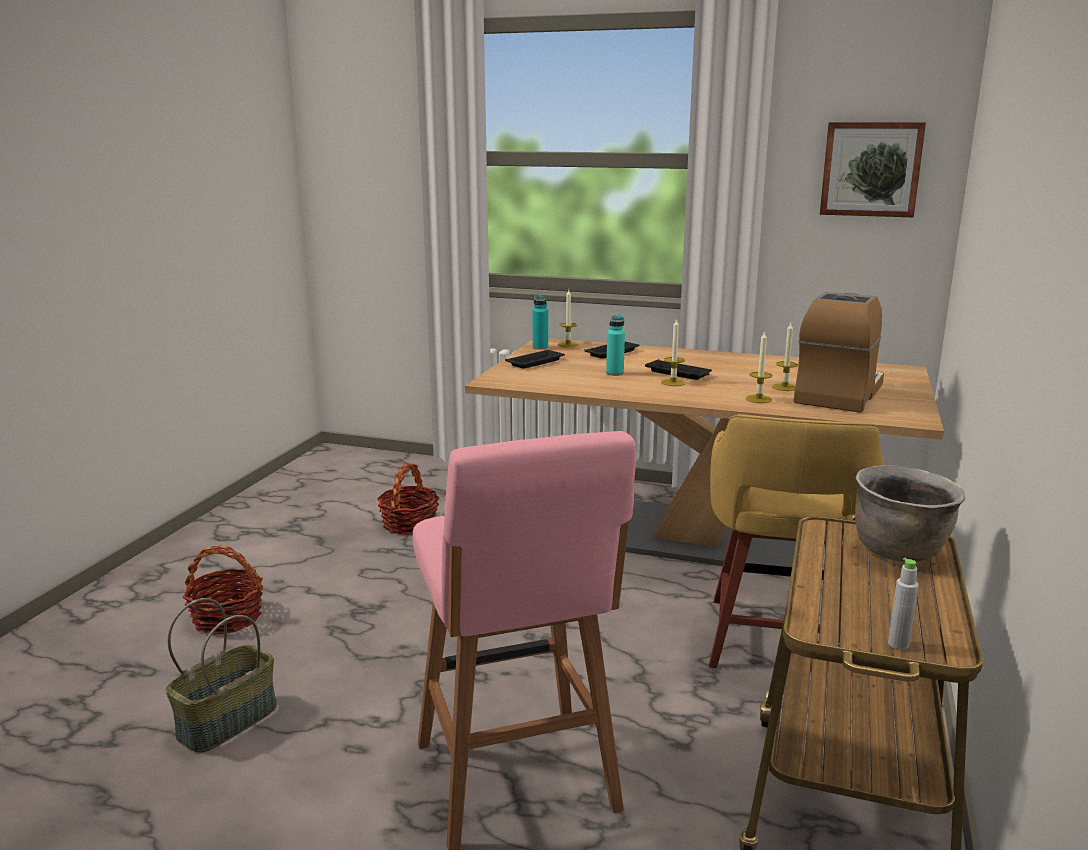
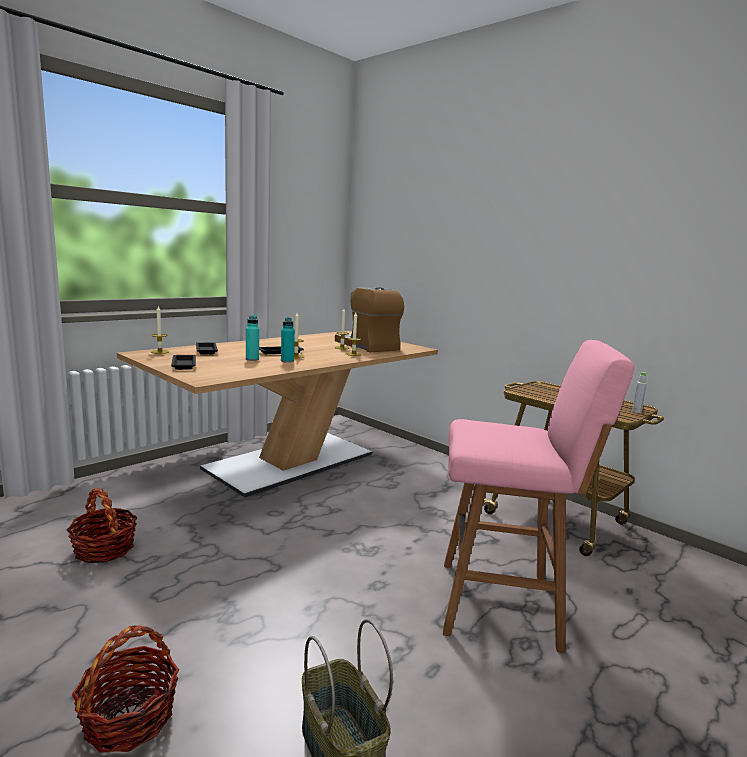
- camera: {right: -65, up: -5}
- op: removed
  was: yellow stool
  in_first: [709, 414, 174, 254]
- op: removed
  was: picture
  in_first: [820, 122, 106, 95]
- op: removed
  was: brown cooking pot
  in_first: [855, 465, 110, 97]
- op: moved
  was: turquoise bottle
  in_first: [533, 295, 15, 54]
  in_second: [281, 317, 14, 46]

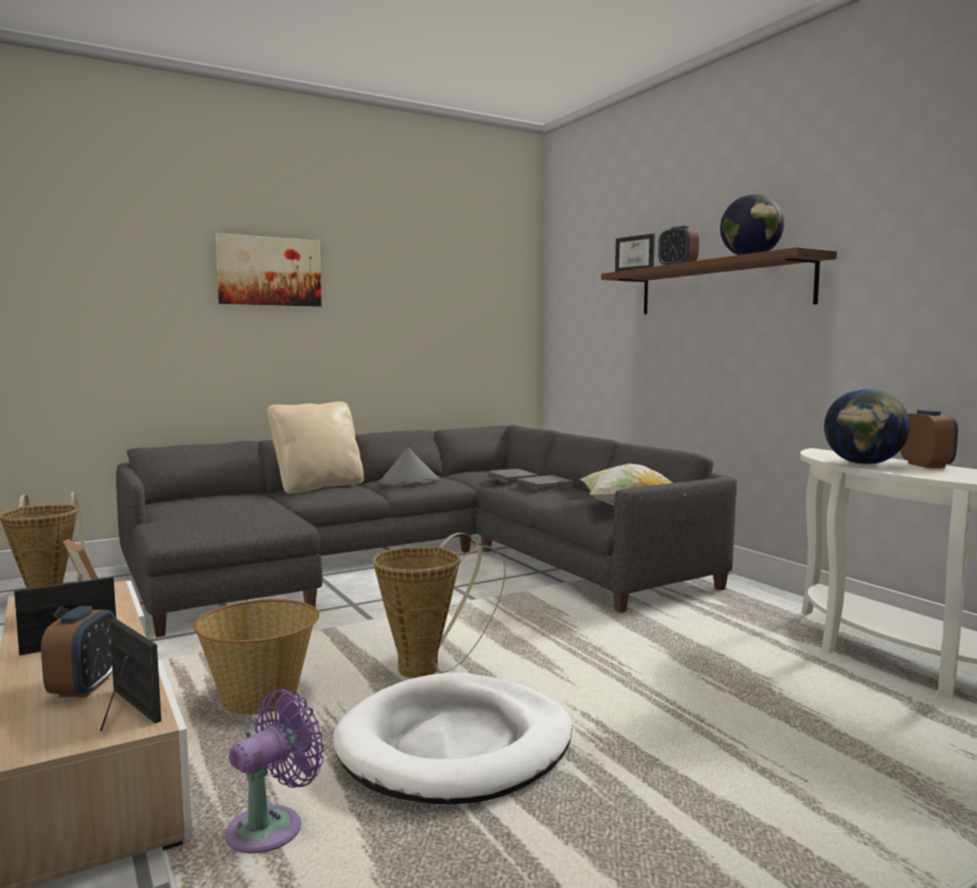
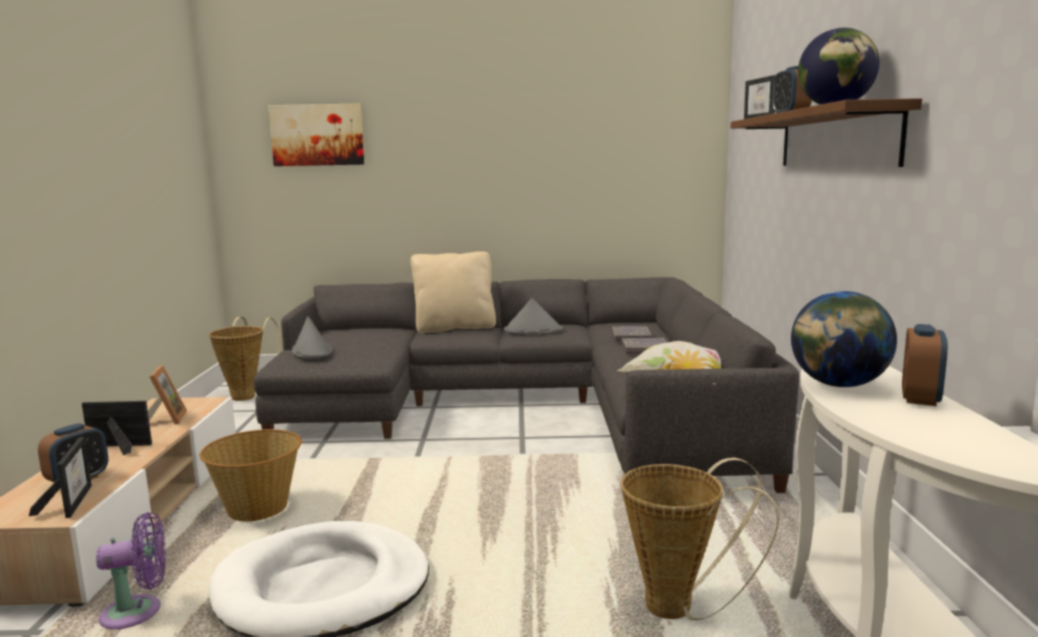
- camera: {right: 30, up: 5}
- op: added
  now: grey hat
  in_second: [291, 316, 41, 42]
- op: moved
  was: picture
  in_first: [216, 233, 105, 74]
  in_second: [268, 103, 96, 63]
- op: moved
  was: basket
  in_first: [373, 533, 133, 145]
  in_second: [621, 458, 159, 162]

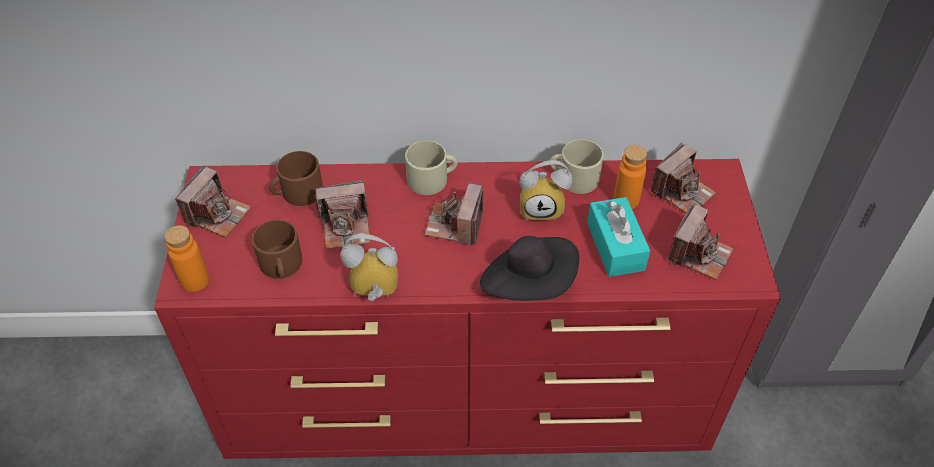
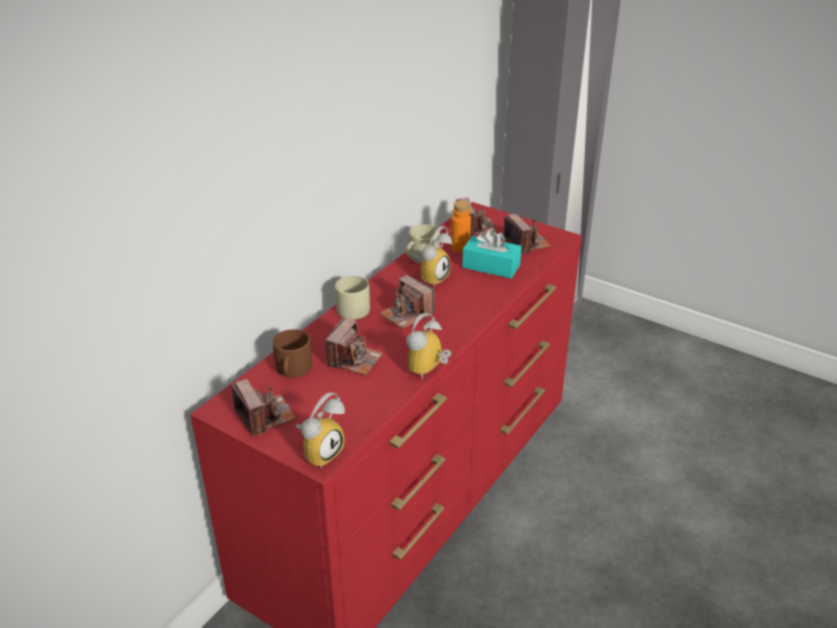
- camera: {right: -55, up: -15}
- op: removed
  was: brown mug
  in_first: [252, 220, 50, 59]
- op: removed
  was: black hat
  in_first: [480, 236, 99, 65]
- op: replaced
  was: orange bottle
  now: alarm clock
  in_first: [165, 225, 44, 67]
  in_second: [296, 392, 49, 76]

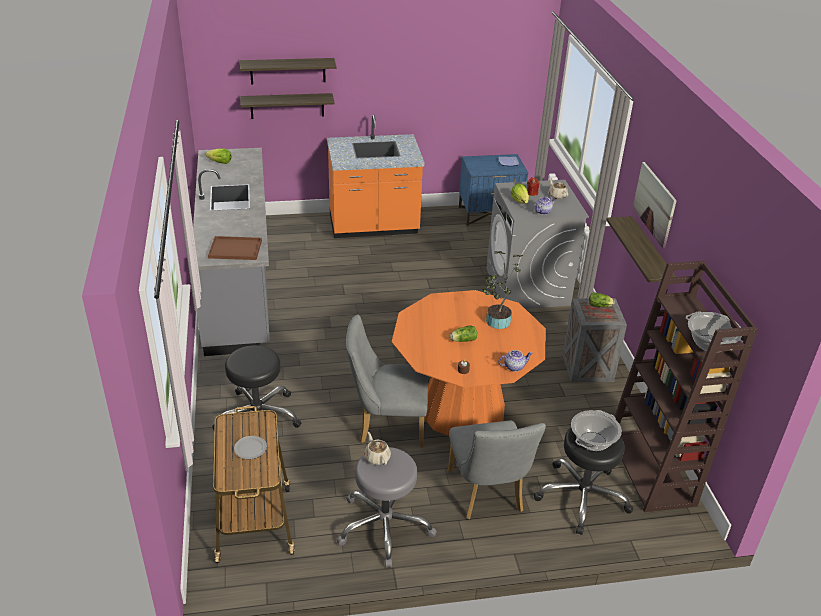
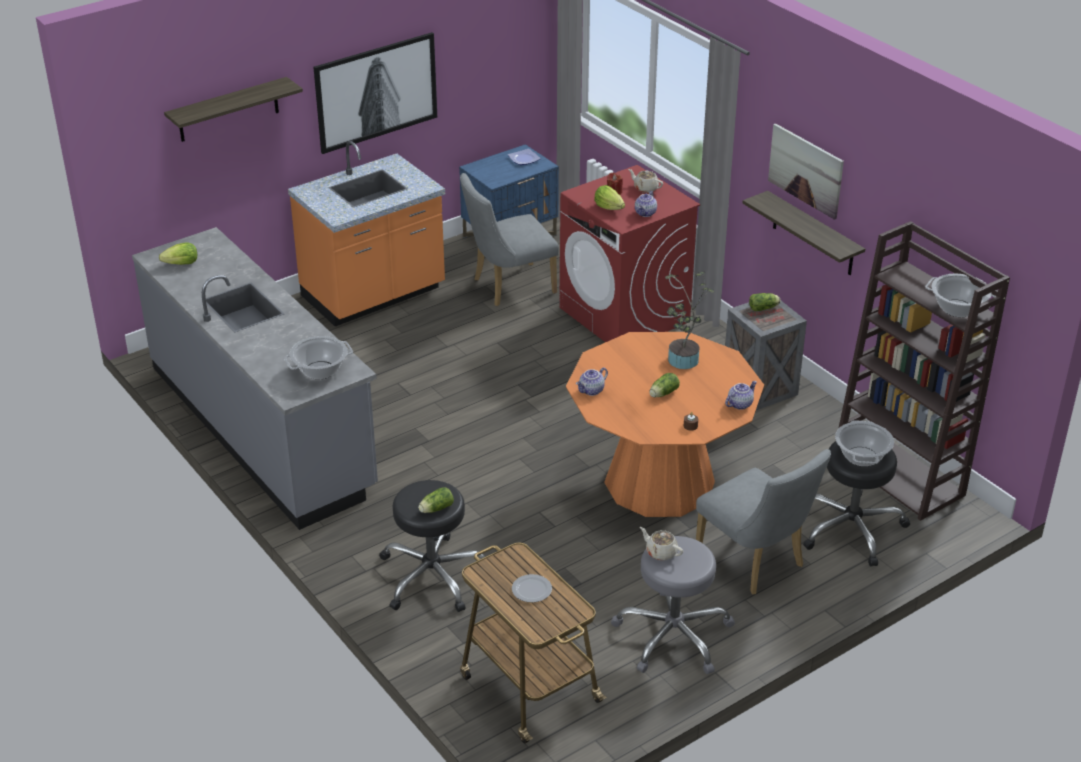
- camera: {right: -25, up: 0}
- op: removed
  was: shelf
  in_first: [240, 93, 95, 26]
- op: added
  now: picture
  in_second: [313, 32, 124, 122]
- op: added
  now: lettuce
  in_second: [418, 487, 36, 26]
- op: added
  now: teapot
  in_second: [576, 367, 32, 29]
- op: moved
  was: grey chair
  in_first: [346, 314, 82, 133]
  in_second: [460, 173, 99, 133]
- op: replaced
  was: brown tray
  now: cooking pot
  in_first: [208, 236, 54, 24]
  in_second: [284, 336, 69, 43]
- op: recoloured
  was: grey washing machine
  now: red washing machine
  in_first: [486, 180, 103, 129]
  in_second: [559, 165, 141, 177]

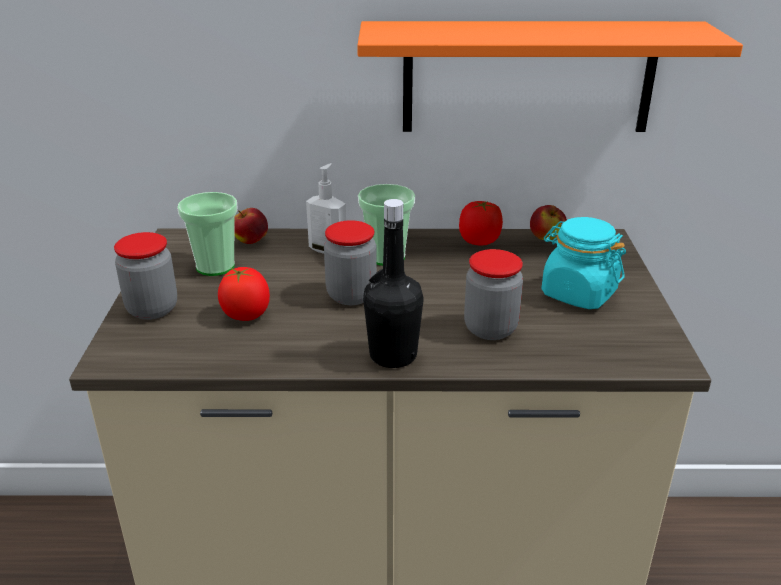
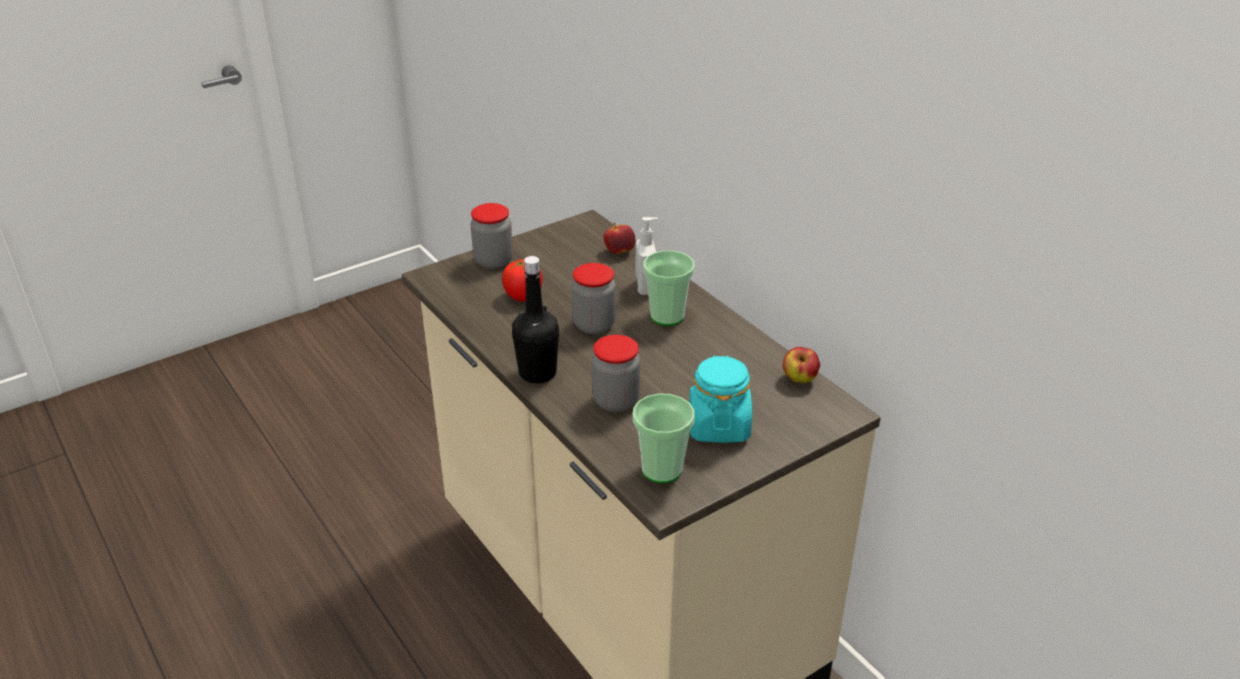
- camera: {right: 55, up: 5}
- op: removed
  was: orange shelf
  in_first: [357, 21, 386, 111]
- op: removed
  was: tomato
  in_first: [459, 201, 44, 44]
- op: moved
  was: cup
  in_first: [177, 192, 60, 84]
  in_second: [633, 394, 62, 89]

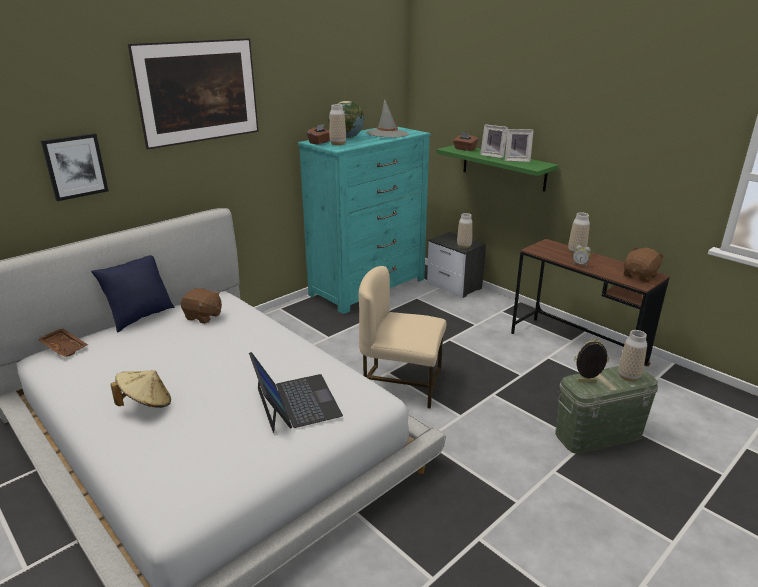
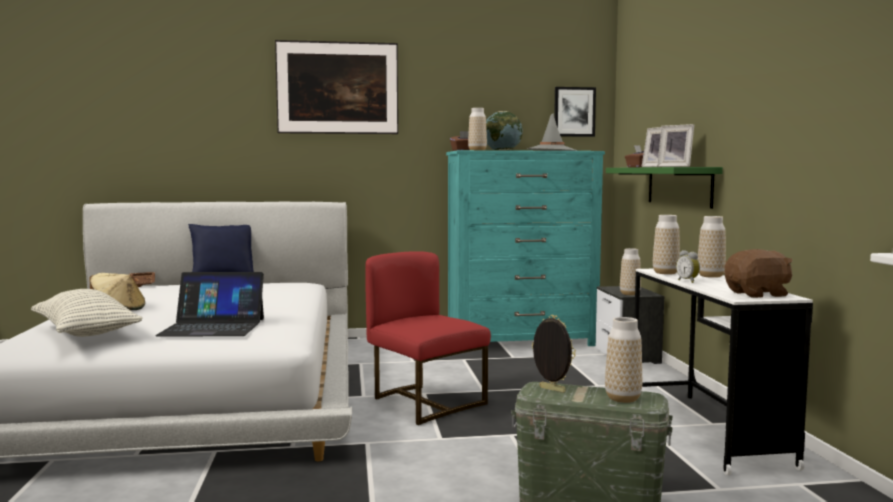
- camera: {right: 35, up: -20}
- op: removed
  was: brown plush toy
  in_first: [181, 288, 41, 36]
- op: added
  now: pillow
  in_second: [31, 289, 112, 48]
- op: added
  now: vase
  in_second: [653, 215, 27, 60]
- op: moved
  was: picture
  in_first: [41, 133, 67, 68]
  in_second: [554, 87, 42, 50]
- op: recoloured
  was: beige chair
  now: red chair
  in_first: [358, 266, 88, 143]
  in_second: [365, 251, 126, 174]
- op: recoloured
  was: brown desk
  now: white desk
  in_first: [511, 239, 159, 127]
  in_second: [634, 269, 179, 206]
- op: turned
  was: laptop
  in_first: [249, 352, 94, 81]
  in_second: [155, 272, 109, 65]
  clockwise: 75

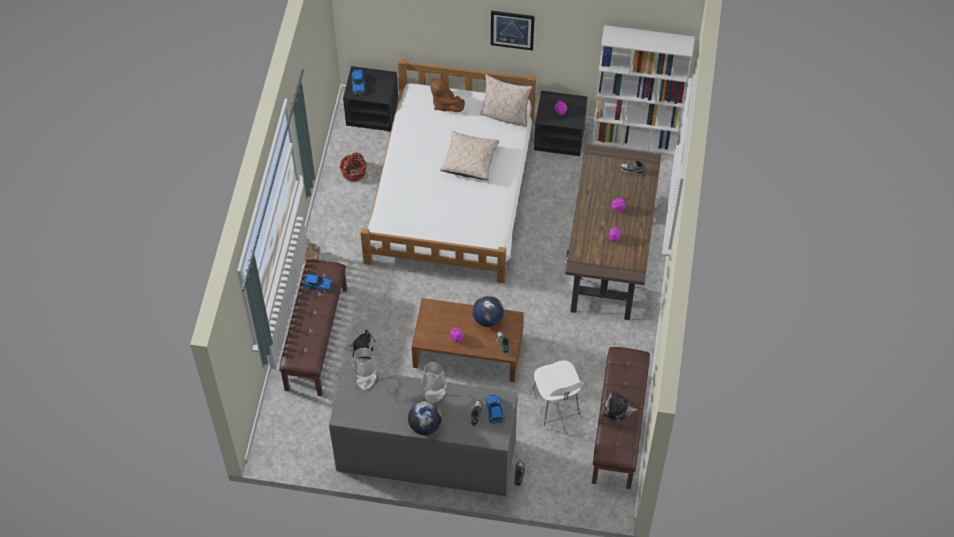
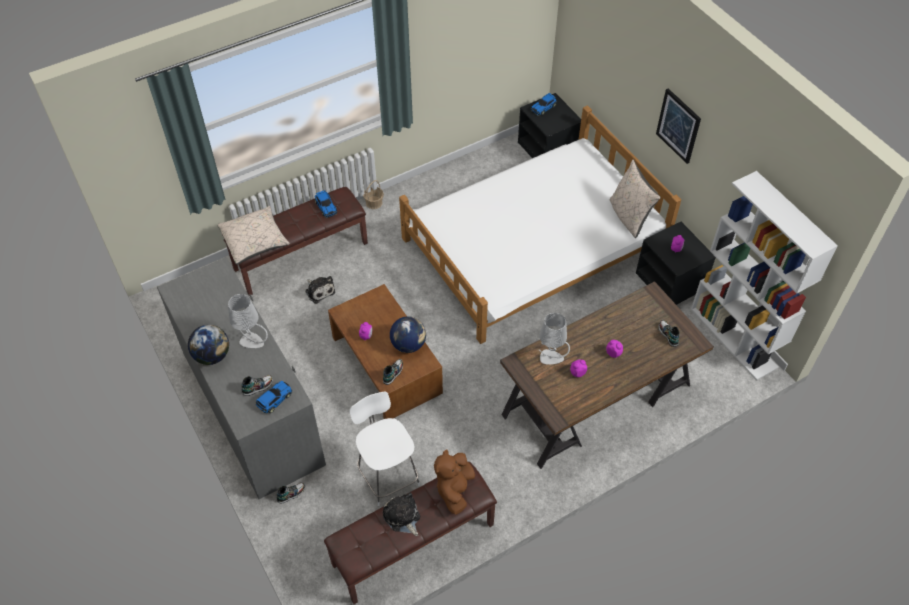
- camera: {right: 50, up: -5}
- op: removed
  was: basket
  in_first: [340, 153, 27, 29]
- op: moved
  was: grey table lamp
  in_first: [353, 348, 24, 42]
  in_second: [539, 313, 31, 52]
- op: moved
  was: brown plush toy
  in_first: [430, 77, 35, 35]
  in_second: [434, 449, 41, 65]
- op: moved
  was: beige pillow
  in_first: [440, 131, 59, 49]
  in_second: [218, 206, 72, 59]
- op: turned
  was: white chair
  in_first: [530, 360, 54, 69]
  in_second: [349, 392, 71, 114]
  clockwise: 120

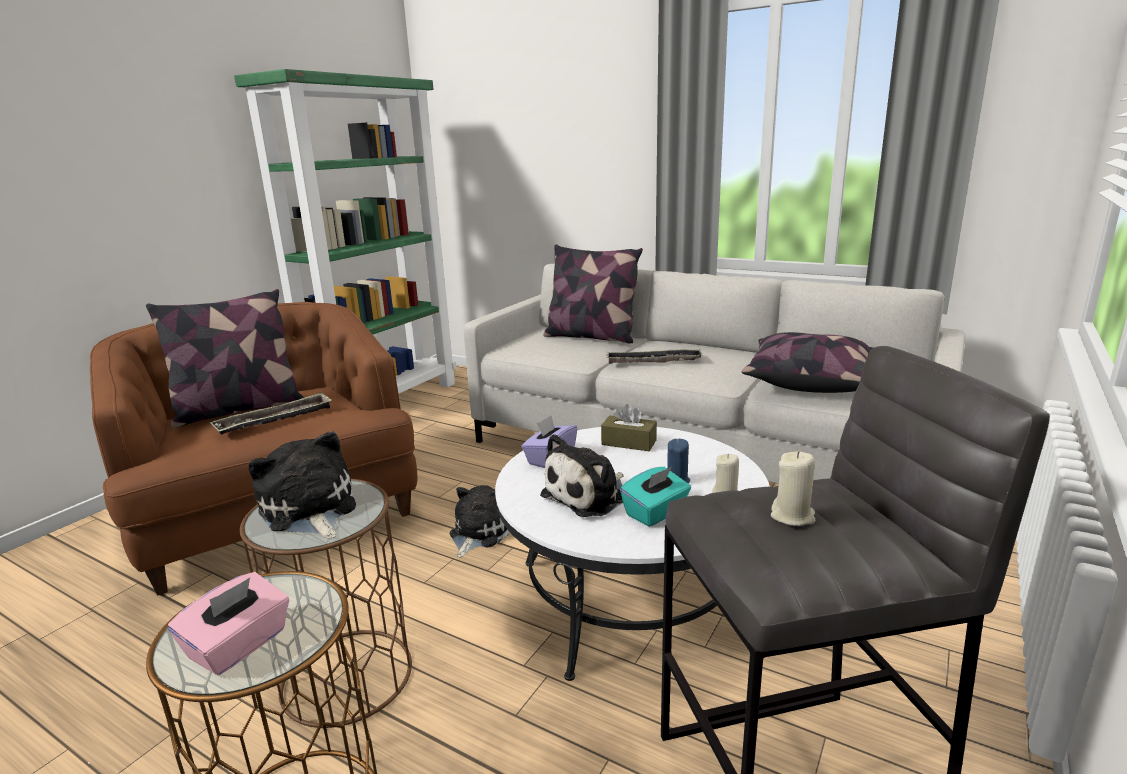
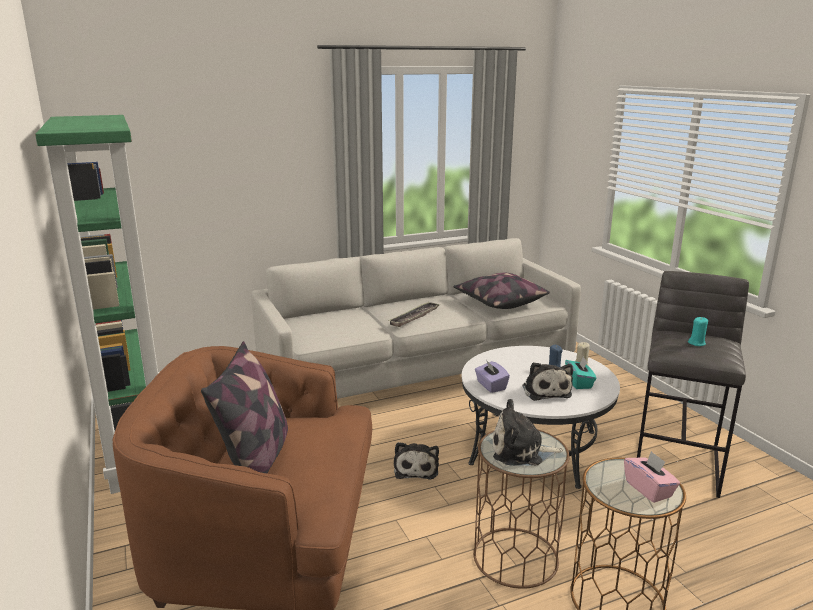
- camera: {right: -55, up: 0}
- op: removed
  was: tray
  in_first: [210, 392, 123, 43]
- op: removed
  was: pillow
  in_first: [543, 244, 100, 100]
- op: removed
  was: brown tissue box
  in_first: [601, 404, 56, 47]
- op: recoloured
  was: beige candle
  now: turquoise candle
  in_first: [771, 451, 45, 75]
  in_second: [688, 317, 20, 29]
- op: turned
  was: plush toy
  in_first: [449, 485, 61, 73]
  in_second: [394, 442, 45, 38]
  clockwise: -150

